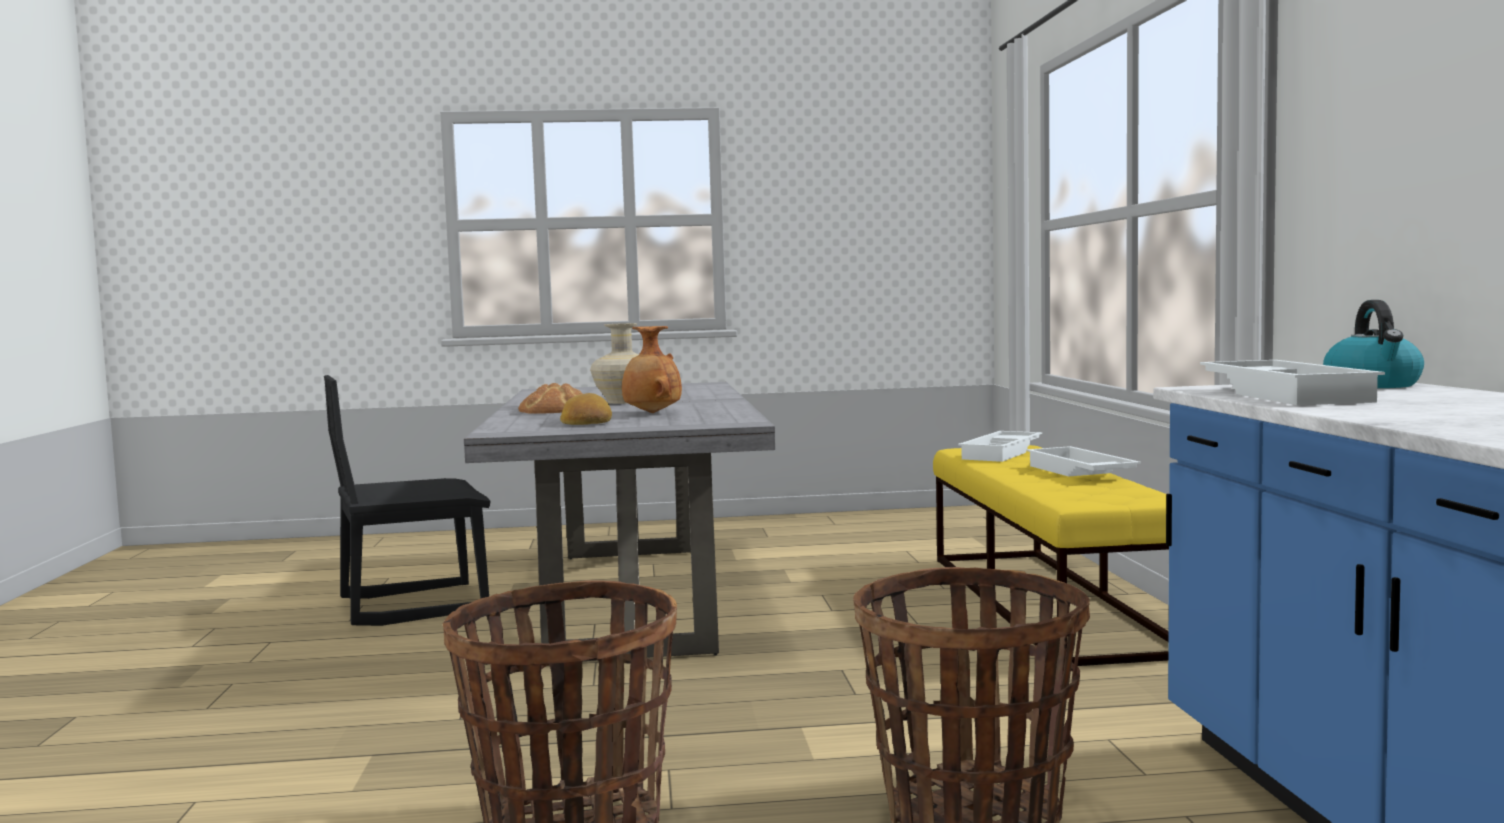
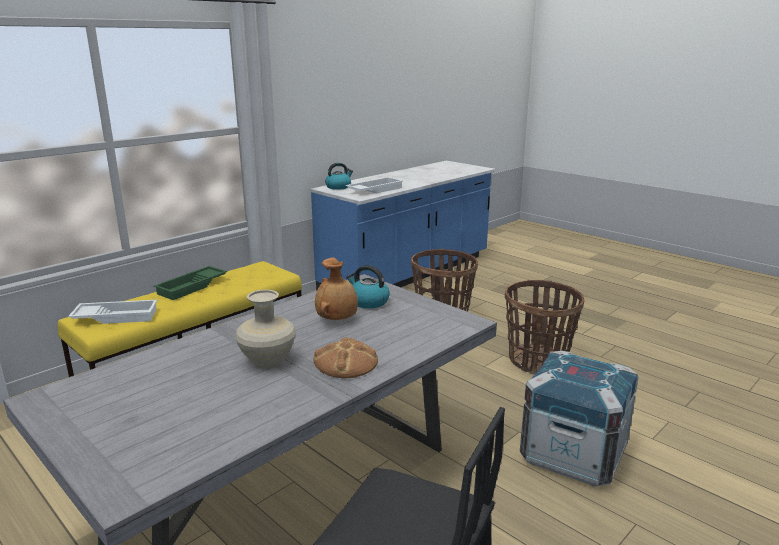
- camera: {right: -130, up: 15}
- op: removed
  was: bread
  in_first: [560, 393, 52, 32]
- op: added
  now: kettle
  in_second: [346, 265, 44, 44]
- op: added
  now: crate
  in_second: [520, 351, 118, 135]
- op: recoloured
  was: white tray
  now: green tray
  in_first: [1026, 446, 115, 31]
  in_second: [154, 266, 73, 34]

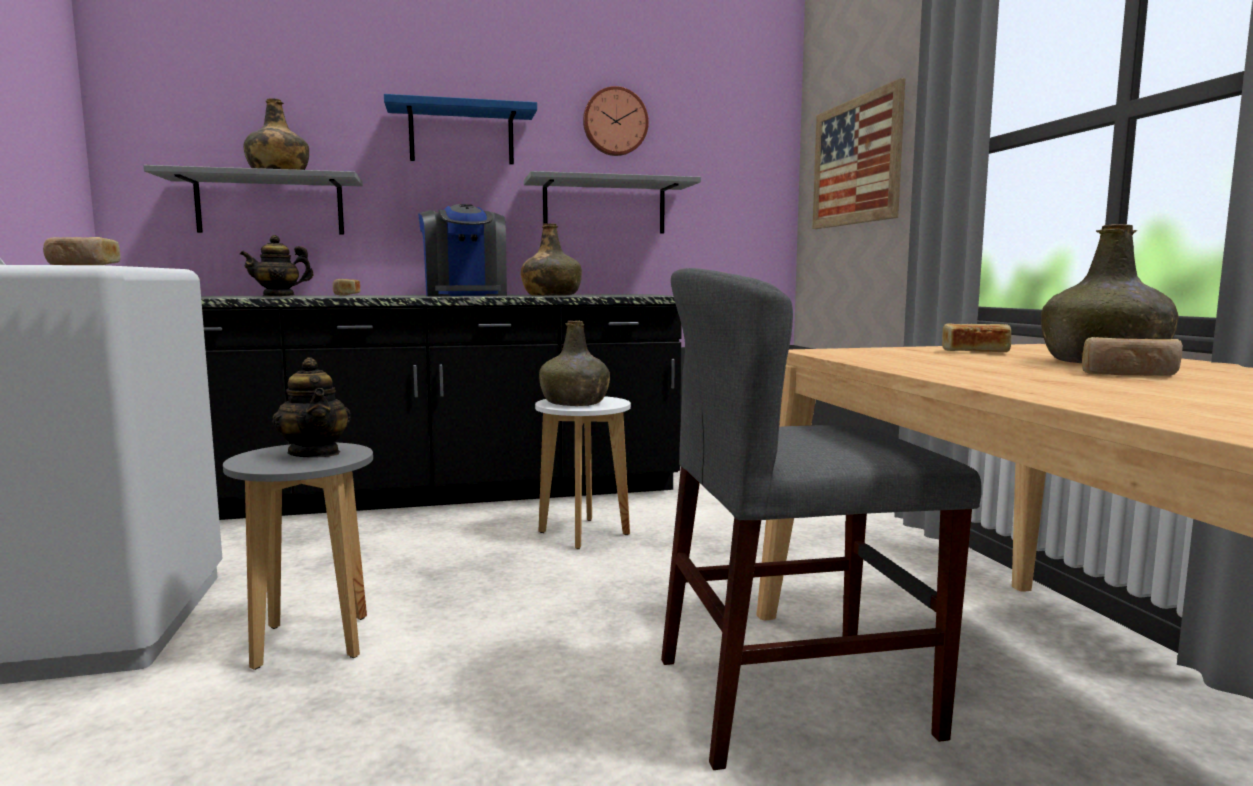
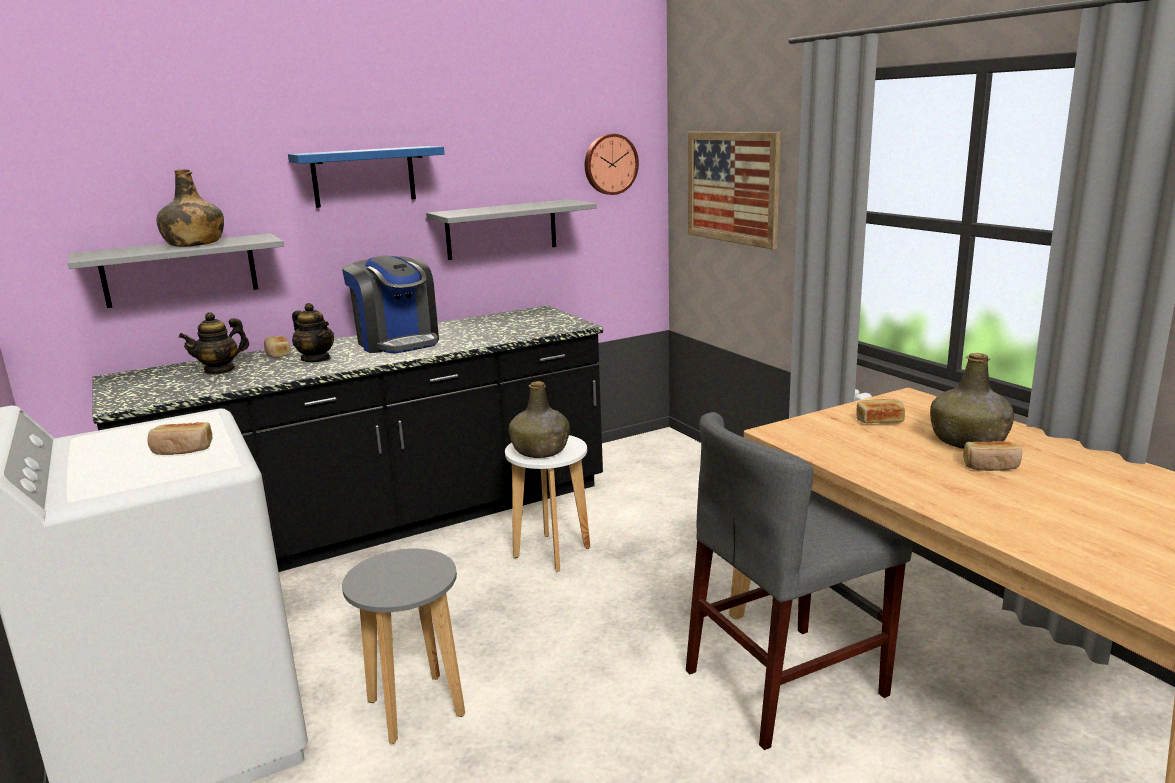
- camera: {right: -15, up: 10}
- op: removed
  was: green bottle
  in_first: [521, 223, 61, 73]
- op: moved
  was: teapot
  in_first: [272, 357, 79, 101]
  in_second: [292, 303, 42, 59]
- op: moved
  was: wall clock
  in_first: [583, 86, 66, 70]
  in_second: [585, 134, 54, 61]

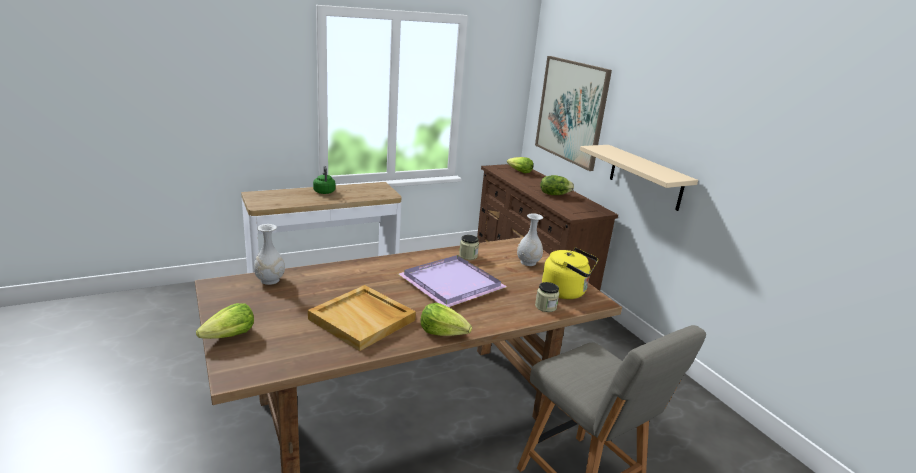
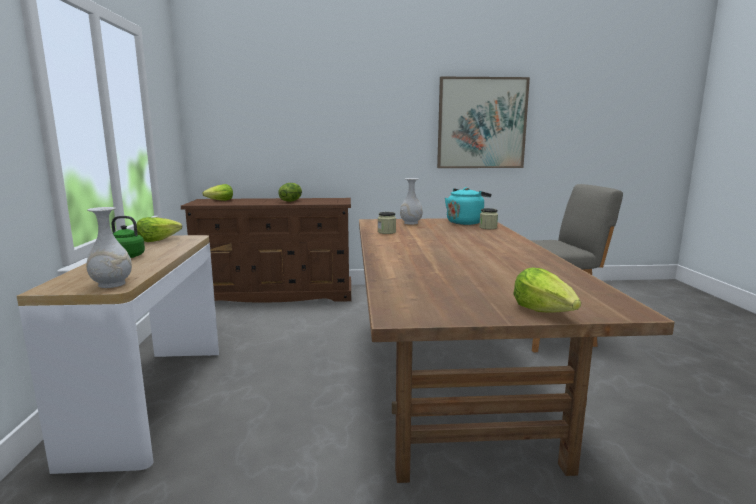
- camera: {right: -65, up: -10}
- op: removed
  was: beige tray
  in_first: [308, 285, 108, 66]
- op: removed
  was: purple tray
  in_first: [398, 255, 109, 52]
- op: removed
  was: beige shelf
  in_first: [580, 145, 118, 66]
- op: moved
  was: white vase
  in_first: [254, 224, 31, 61]
  in_second: [86, 207, 46, 81]
- op: moved
  was: lettuce
  in_first: [420, 303, 52, 33]
  in_second: [136, 217, 46, 25]
- op: moved
  was: picture
  in_first: [535, 56, 77, 115]
  in_second: [437, 77, 93, 91]
- op: recoloured
  was: yellow kettle
  now: turquoise kettle
  in_first: [542, 248, 56, 51]
  in_second: [445, 187, 46, 38]

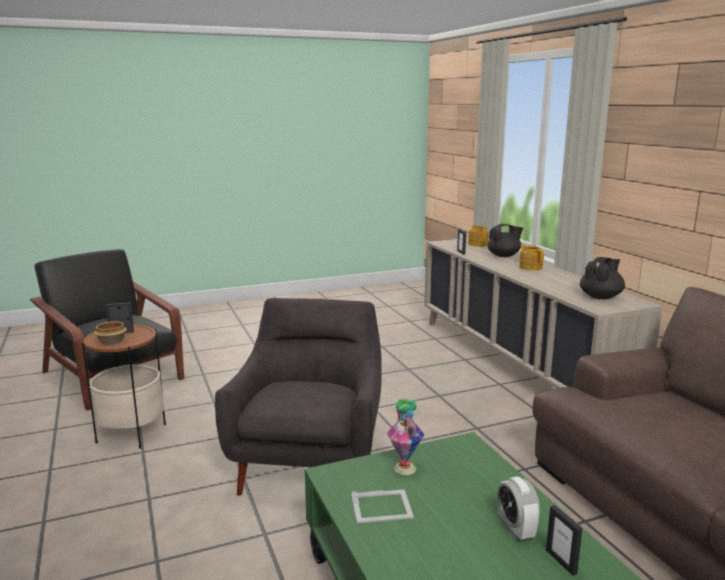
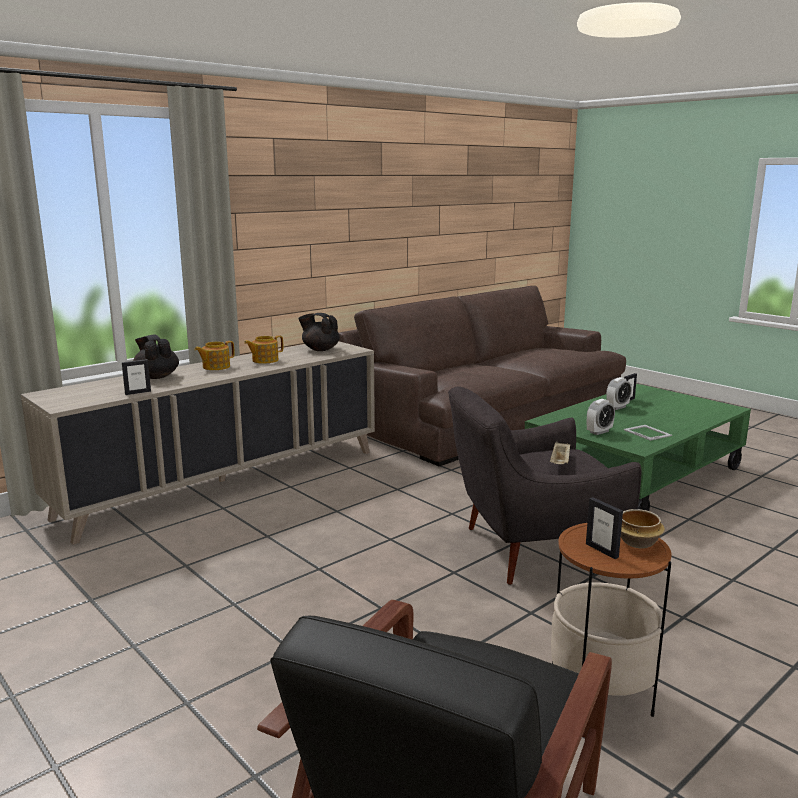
- camera: {right: -110, up: 0}
- op: added
  now: beige tray
  in_second: [550, 441, 20, 23]
- op: moved
  was: teapot
  in_first: [468, 225, 21, 22]
  in_second: [244, 335, 39, 29]
- op: replaced
  was: vase
  now: alarm clock
  in_first: [387, 399, 37, 76]
  in_second: [587, 399, 28, 36]

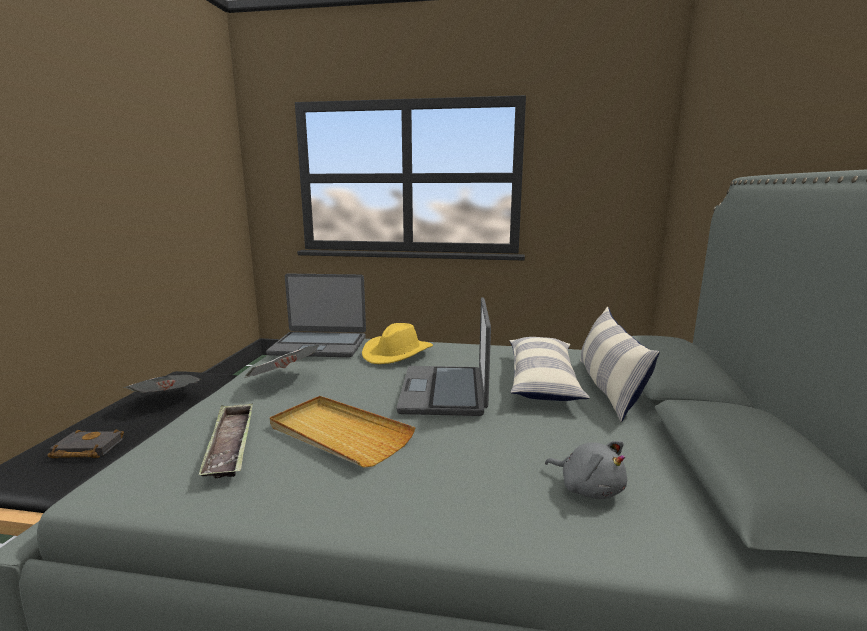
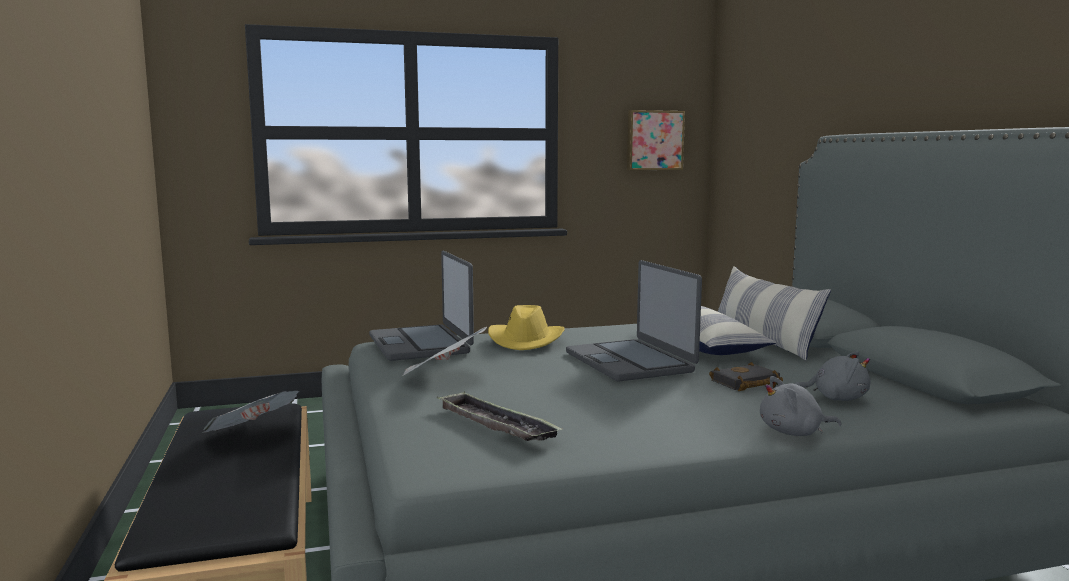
- camera: {right: -25, up: -5}
- op: removed
  was: beige tray
  in_first: [270, 396, 146, 72]
- op: added
  now: picture
  in_second: [627, 110, 58, 60]
- op: added
  now: grey plush toy
  in_second: [760, 376, 82, 60]
- op: moved
  was: black book
  in_first: [48, 429, 76, 29]
  in_second: [709, 362, 74, 29]
- op: turned
  was: laptop
  in_first: [266, 274, 100, 83]
  in_second: [369, 251, 105, 110]
  clockwise: 90

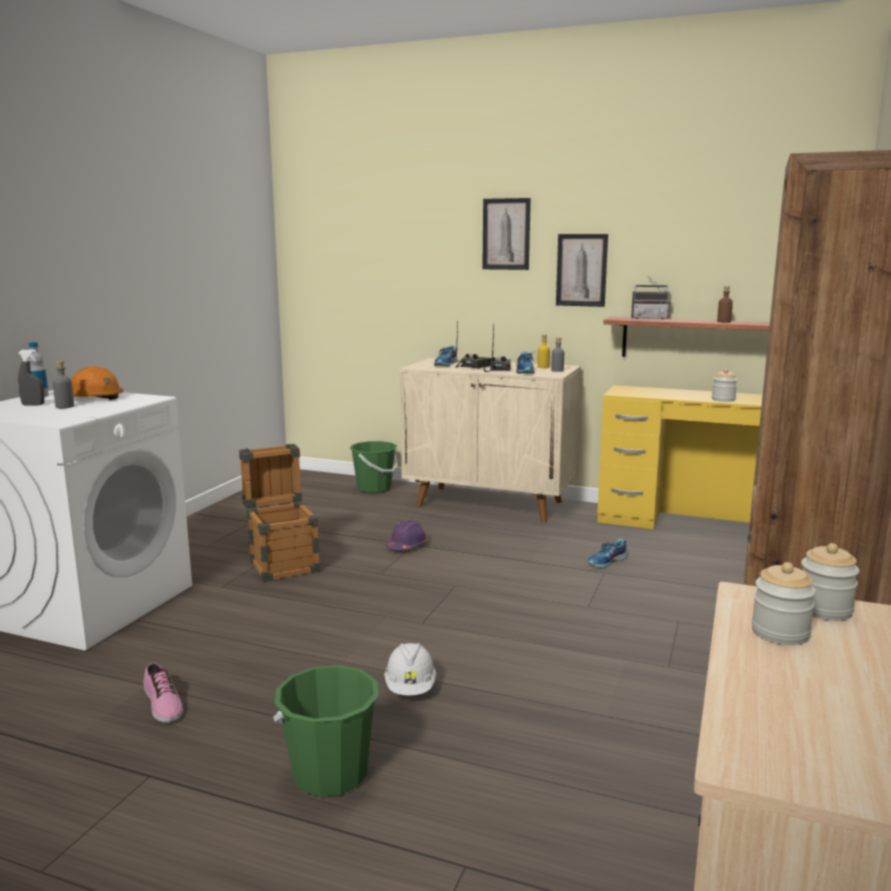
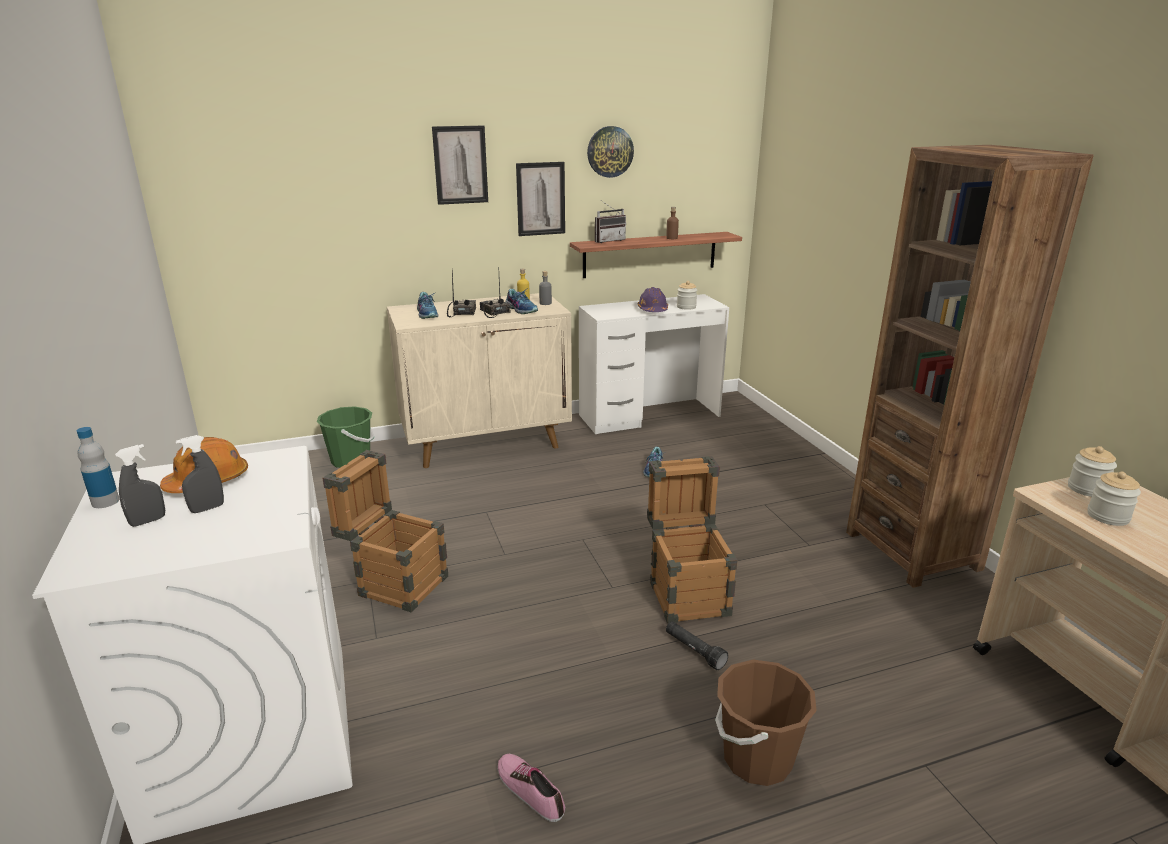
- camera: {right: -40, up: 10}
- op: added
  now: wall clock
  in_second: [587, 126, 47, 52]
- op: added
  now: crate
  in_second: [647, 456, 91, 168]
- op: moved
  was: purple hard hat
  in_first: [386, 520, 42, 30]
  in_second: [638, 287, 30, 25]
- op: replaced
  was: grey bottle
  now: grey spray bottle
  in_first: [53, 361, 21, 47]
  in_second: [176, 435, 48, 78]
- op: replaced
  was: white hard hat
  now: black flashlight
  in_first: [384, 643, 52, 53]
  in_second: [666, 621, 62, 49]
- op: recoloured
  was: green bucket
  now: brown bucket
  in_first: [273, 665, 106, 132]
  in_second: [715, 660, 102, 126]
- op: recoloured
  was: yellow desk
  now: white desk
  in_first: [597, 385, 166, 144]
  in_second: [579, 294, 150, 140]
- op: turned
  was: shoe
  in_first: [143, 663, 40, 60]
  in_second: [498, 754, 67, 68]
  clockwise: -150

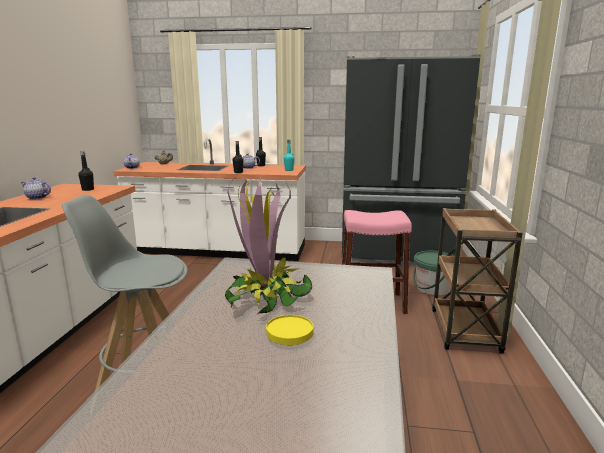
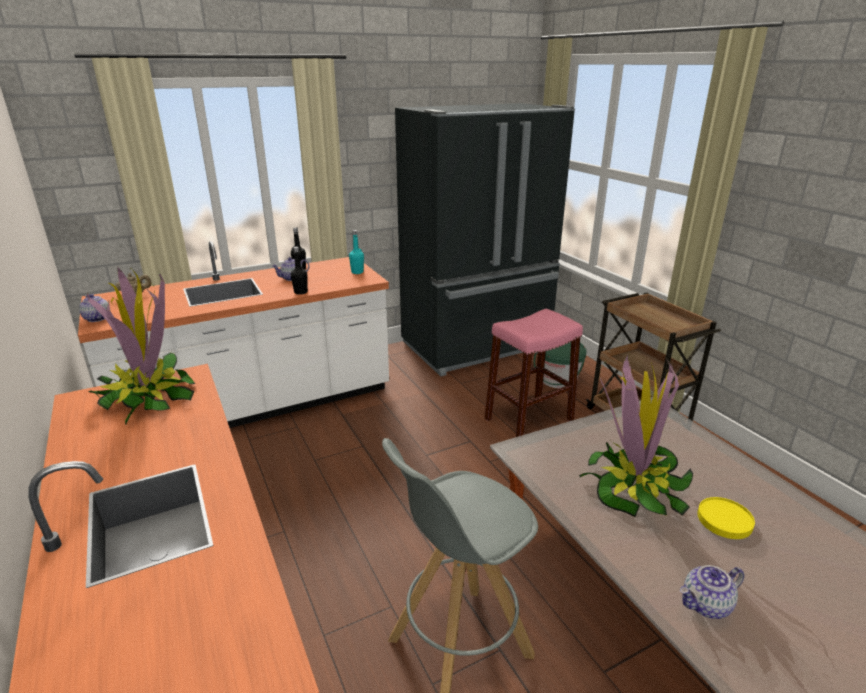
- camera: {right: -35, up: 10}
- op: moved
  was: teapot
  in_first: [20, 177, 31, 23]
  in_second: [680, 565, 64, 54]
- op: replaced
  was: black bottle
  now: potted plant
  in_first: [78, 151, 16, 40]
  in_second: [87, 266, 108, 159]

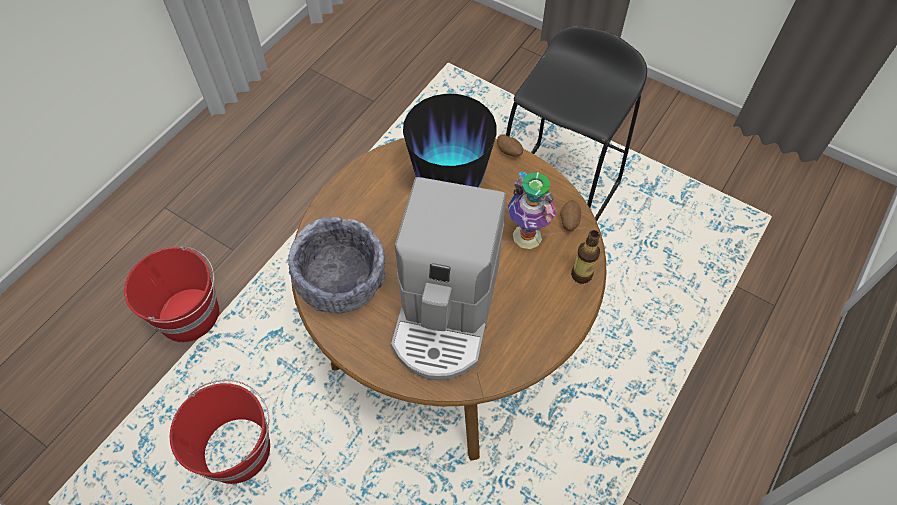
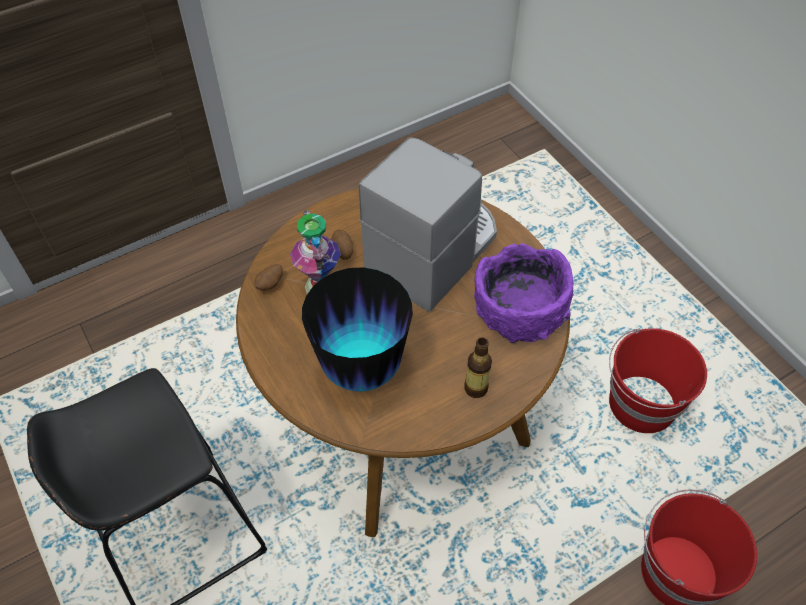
- camera: {right: -155, up: -5}
- op: moved
  was: potato
  in_first: [497, 134, 26, 23]
  in_second: [331, 229, 23, 31]
- op: moved
  was: bottle
  in_first: [571, 230, 29, 54]
  in_second: [464, 337, 28, 61]
- op: recoloured
  was: grey bowl
  now: purple bowl
  in_first: [288, 217, 98, 97]
  in_second: [474, 243, 100, 100]

